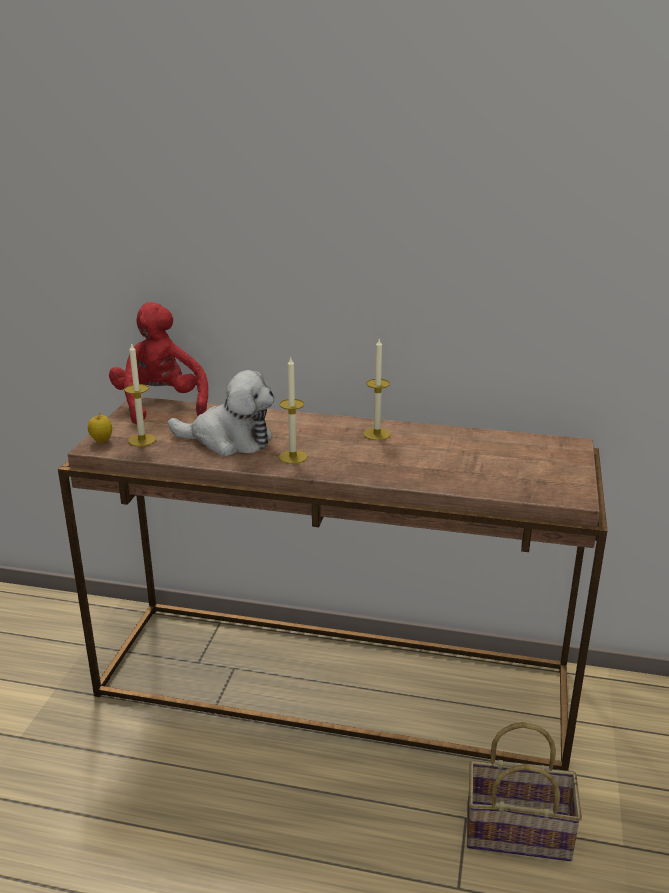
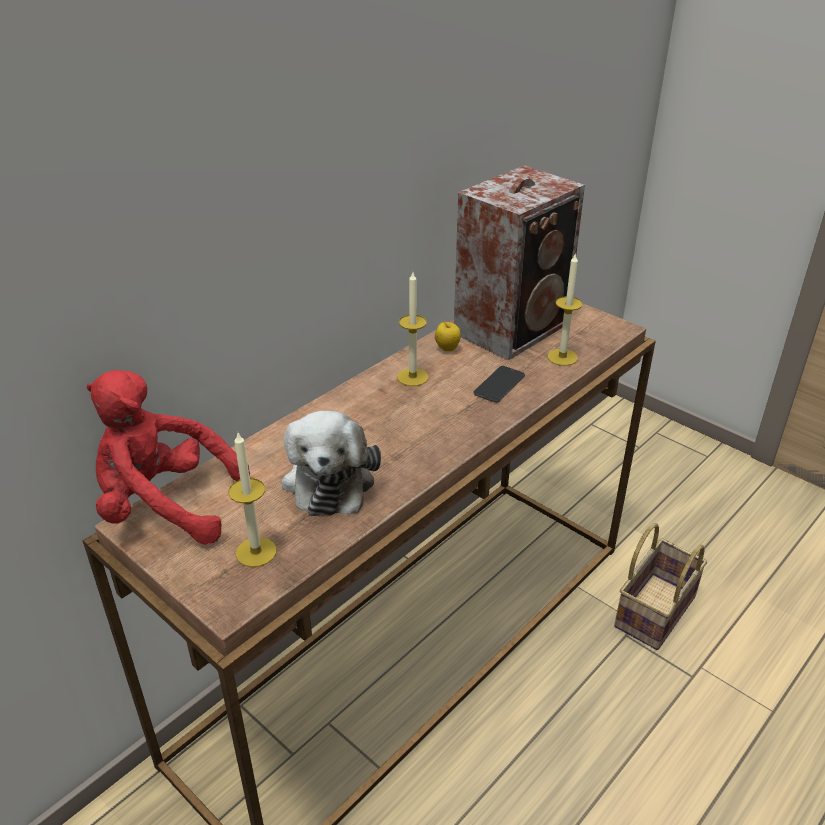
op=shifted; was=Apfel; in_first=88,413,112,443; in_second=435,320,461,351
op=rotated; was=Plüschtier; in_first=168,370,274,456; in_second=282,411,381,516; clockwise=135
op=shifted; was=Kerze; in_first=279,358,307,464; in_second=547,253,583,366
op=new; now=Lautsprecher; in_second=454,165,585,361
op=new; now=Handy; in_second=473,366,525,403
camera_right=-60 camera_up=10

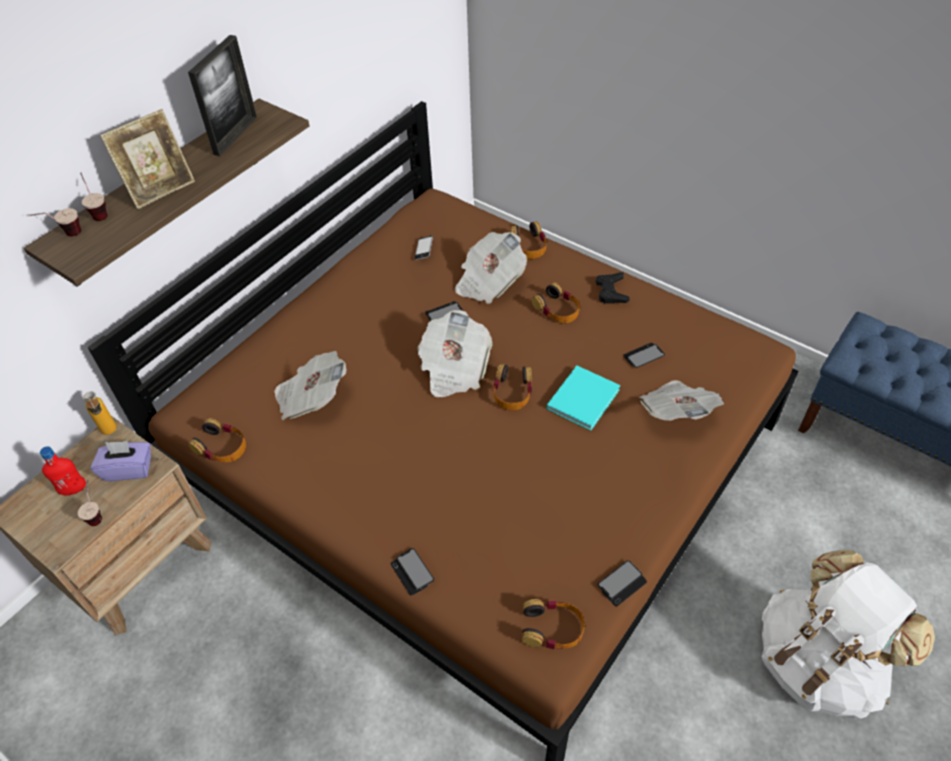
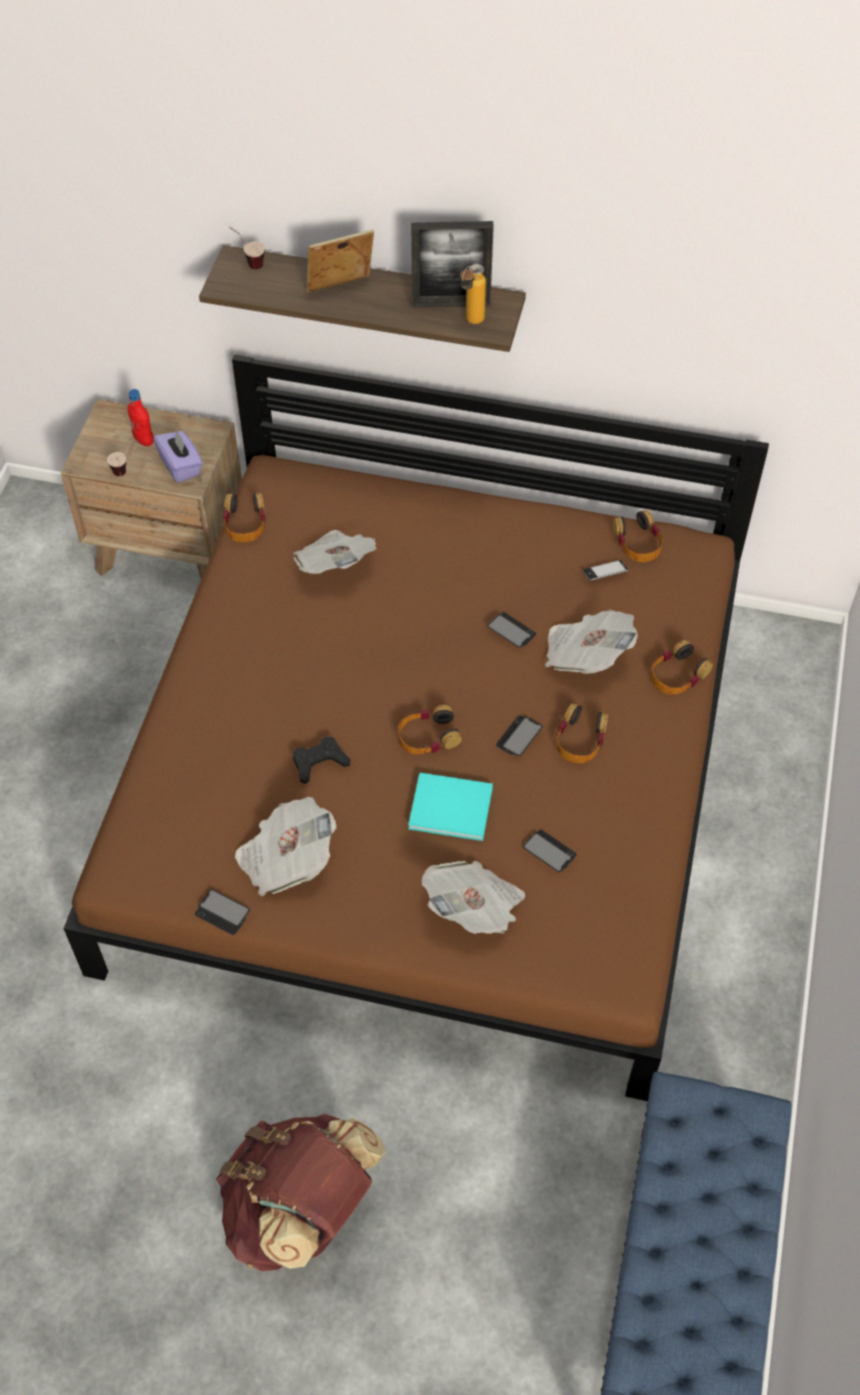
op=gone; was=Tasse; in_first=80,172,108,221
op=shifted; was=Flasche; in_first=83,392,117,435; in_second=460,264,486,324
op=rotated; was=Bilderrahmen; in_first=100,109,195,209; in_second=306,230,374,292; clockwise=135
op=shifted; was=Handy; in_first=390,548,434,595; in_second=496,716,543,756
op=shifted; was=Zeitung; in_first=417,310,493,397; in_second=235,797,337,896
op=shifted; was=Kopfhörer; in_first=522,599,585,649; in_second=613,510,663,562
op=shifted; was=Gamepad (schwarz); in_first=596,272,630,304; in_second=293,736,350,784
op=repainted; was=Rucksack (weiß); now=Rucksack (braun); in_first=761,550,935,720; in_second=216,1114,386,1271
camera_right=65 camera_up=5

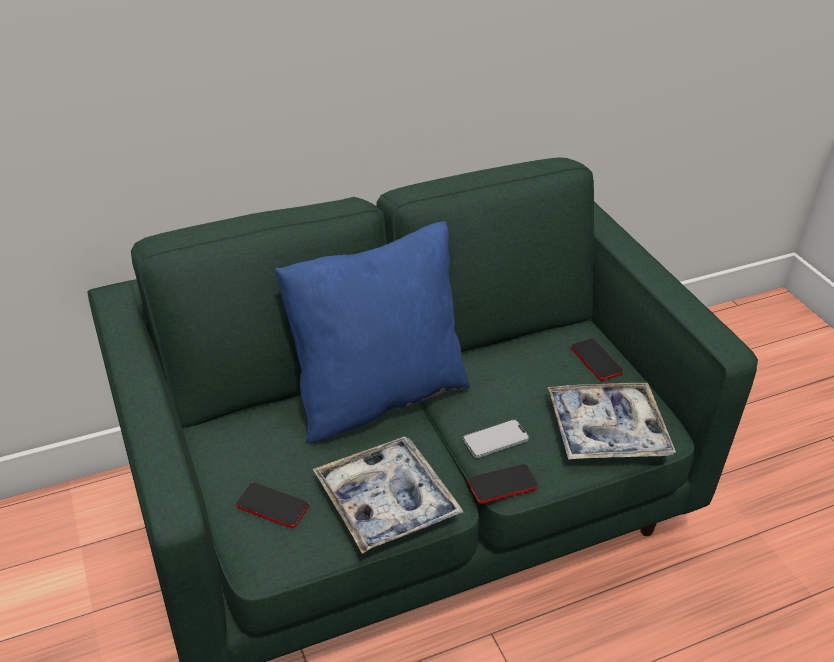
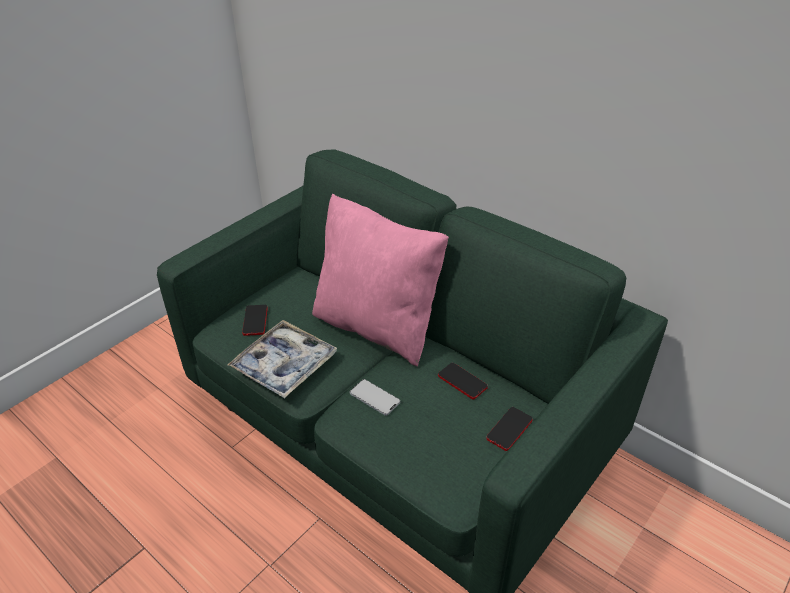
op=repainted; was=Kissen (blau); now=Kissen (rosa); in_first=275,221,470,443; in_second=312,194,449,366
op=shifted; was=Handy; in_first=468,464,538,503; in_second=438,363,488,399
op=gone; was=Tablett; in_first=547,383,676,460
camera_right=65 camera_up=0

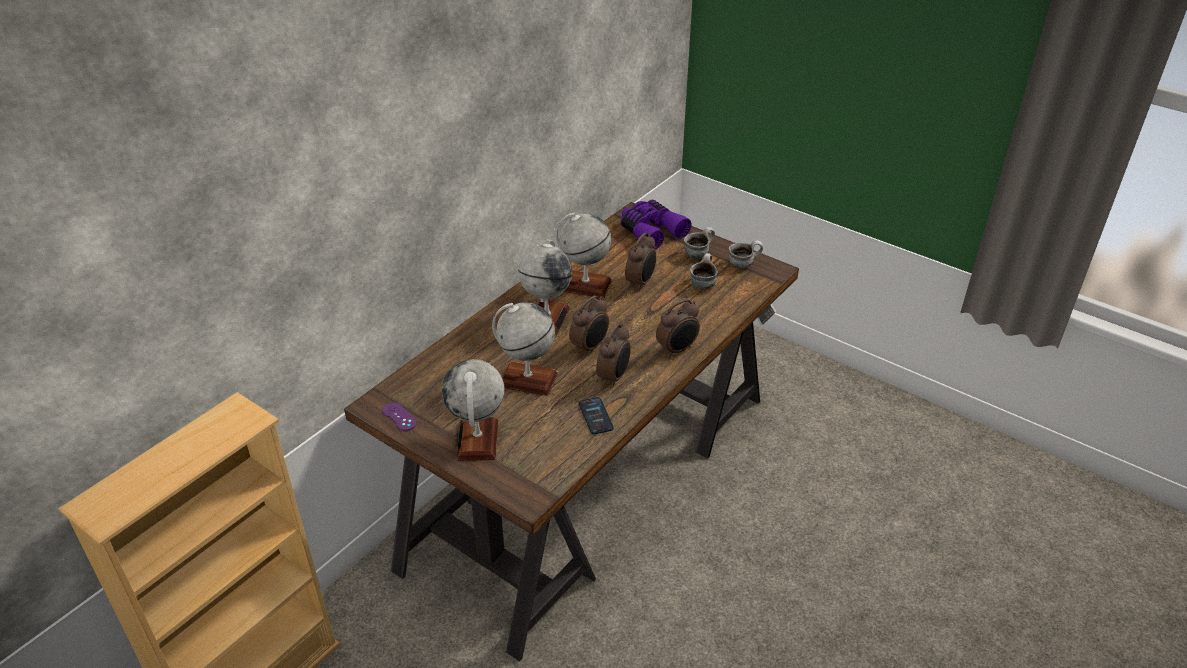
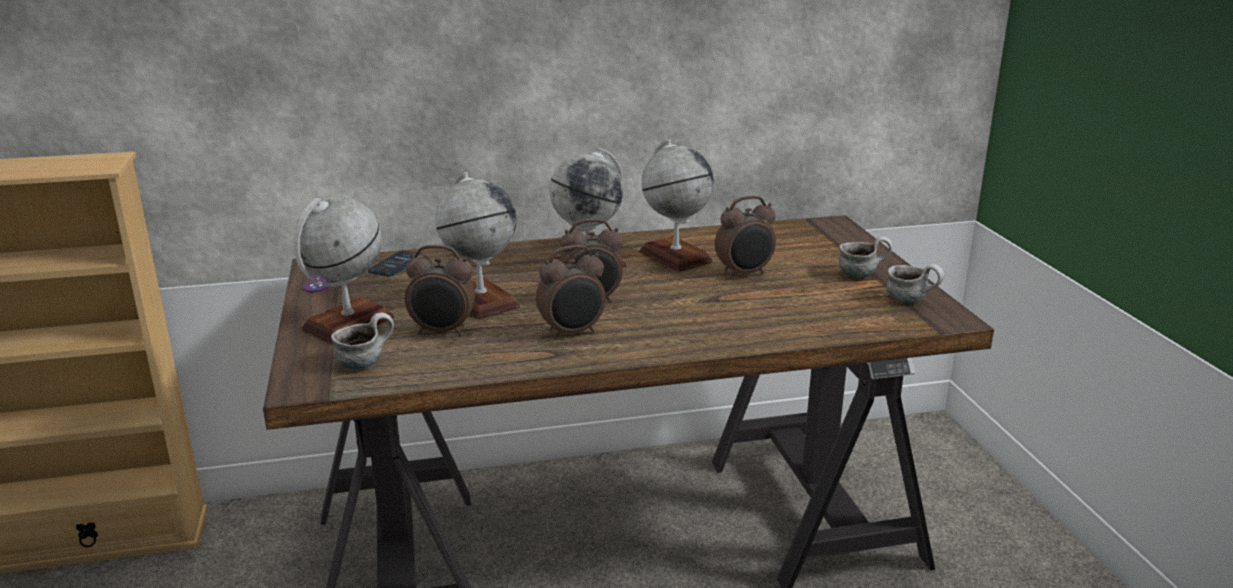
op=shifted; was=Handy; in_first=579,397,614,434; in_second=368,251,423,276
op=gone; was=Fernglas (lila); in_first=620,200,692,250
op=shifted; was=Wecker; in_first=656,299,700,358; in_second=405,245,475,336
op=shifted; was=Henkelbecher; in_first=690,253,717,289; in_second=331,313,394,369
camera_right=40 camera_up=-15

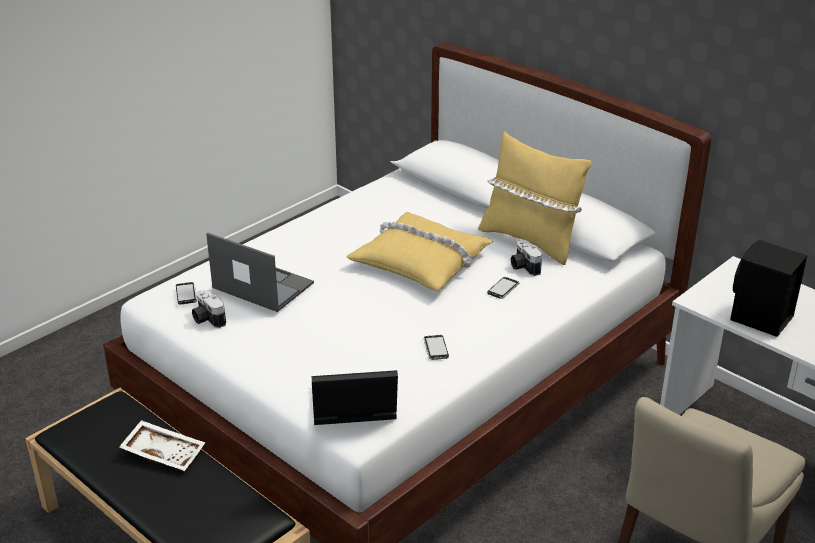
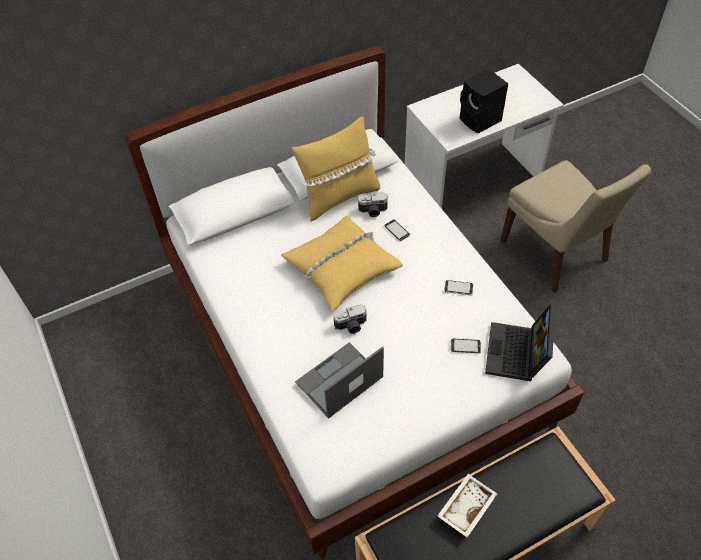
op=shifted; was=Handy; in_first=176,282,197,305; in_second=451,338,481,353
op=shifted; was=Kamera; in_first=192,290,226,328; in_second=334,304,366,334
camera_right=-70 camera_up=20

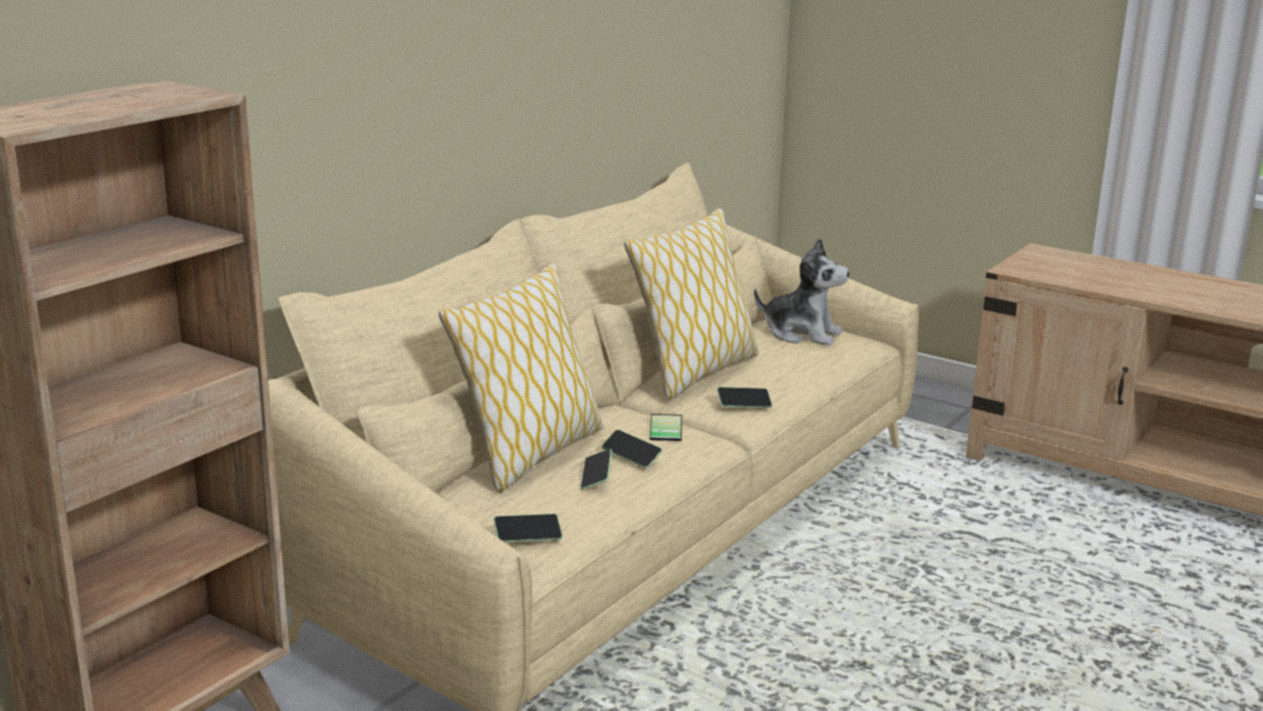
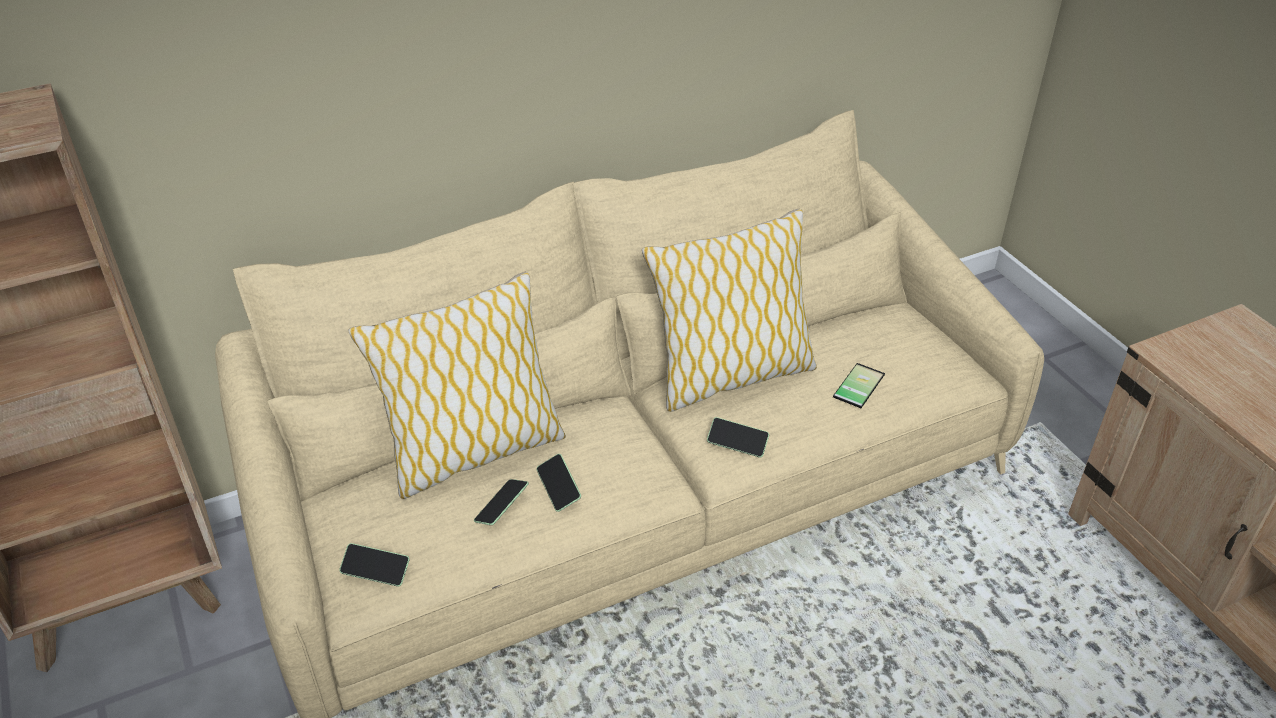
op=shifted; was=Handy; in_first=650,414,682,441; in_second=833,363,885,408
op=gone; was=Plüschtier; in_first=754,238,849,345
camera_right=30 camera_up=20

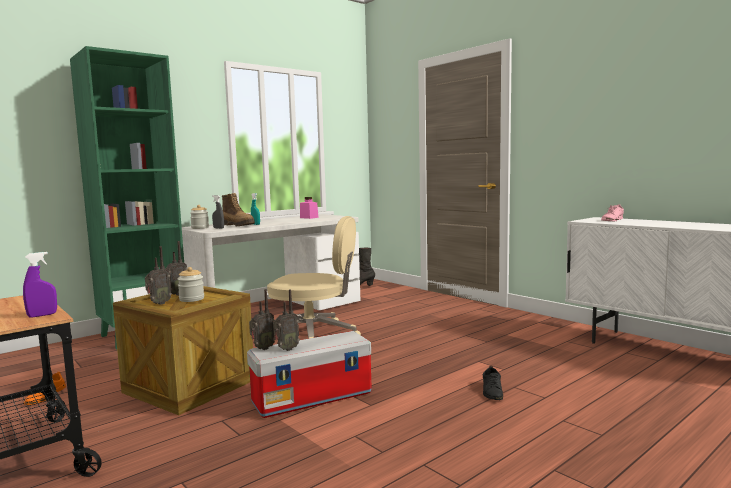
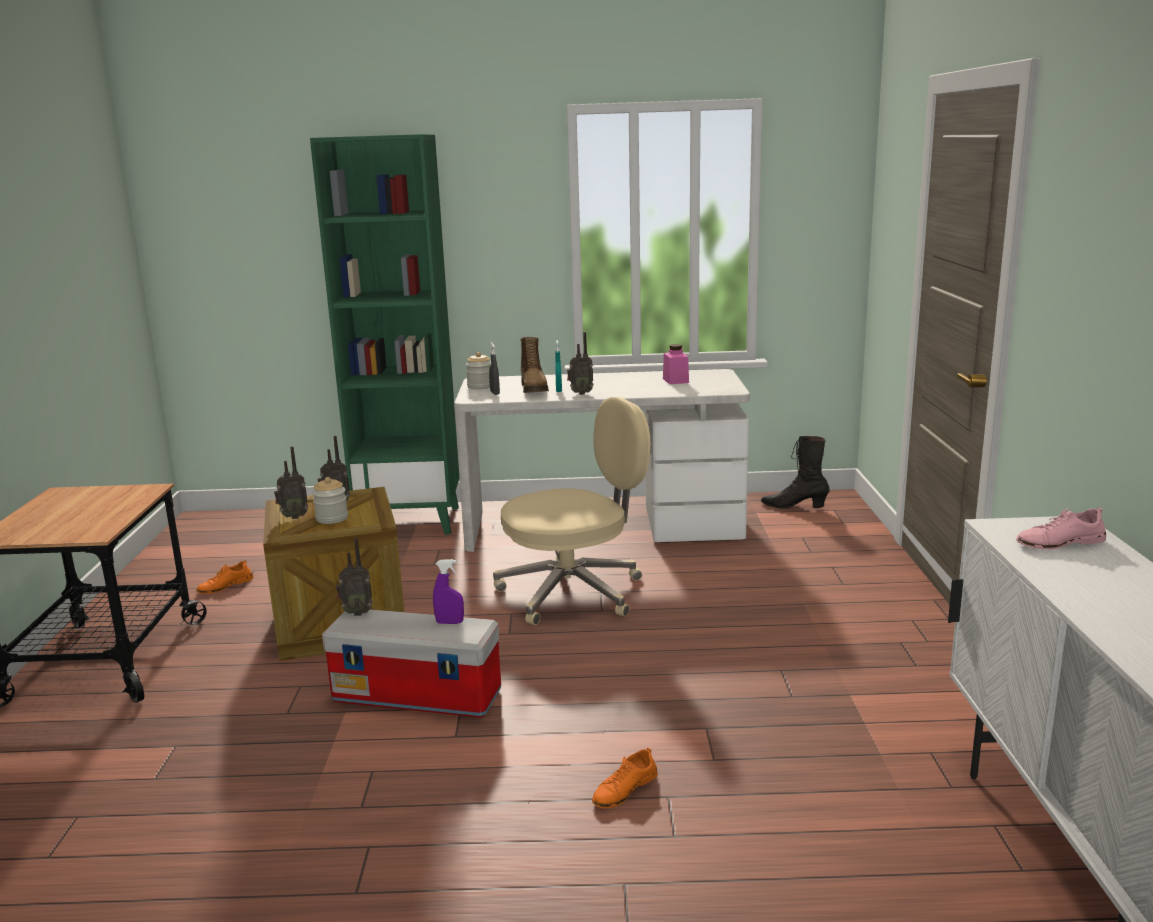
op=shifted; was=Sprühflasche (lila); in_first=23,252,57,318; in_second=433,559,464,624
op=rotated; was=Bürostuhl (beige); in_first=267,216,361,339; in_second=493,397,651,625; clockwise=-75
op=shifted; was=Radio; in_first=273,289,300,351; in_second=567,332,594,395
op=repainted; was=Schuh (schwarz); now=Schuh (orange); in_first=483,366,503,400; in_second=592,748,658,809
camera_right=40 camera_up=10

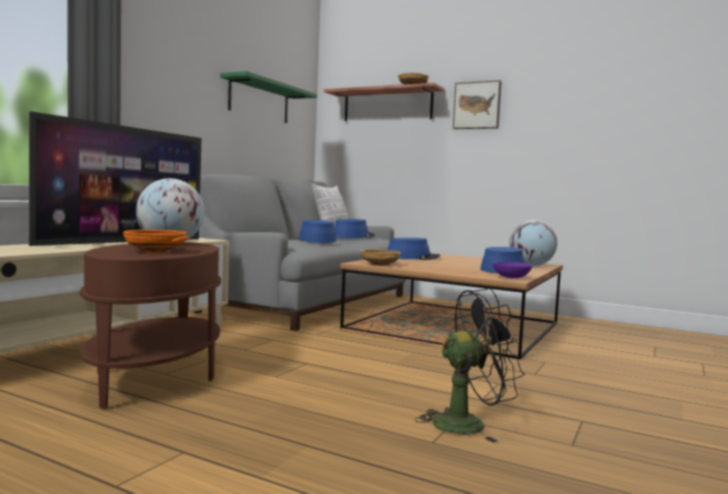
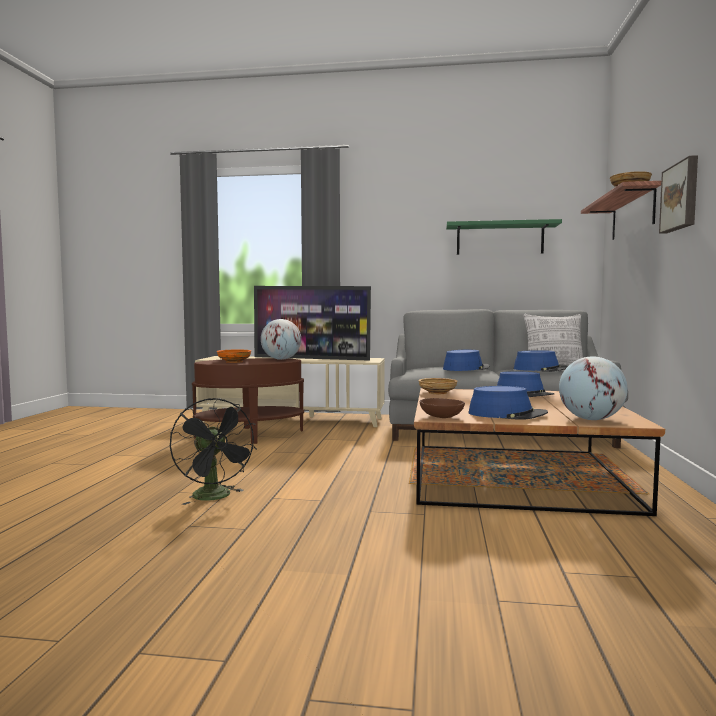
op=repainted; was=Schüssel (lila); now=Schüssel (braun); in_first=493,262,532,278; in_second=420,398,465,418
camera_right=70 camera_up=0

